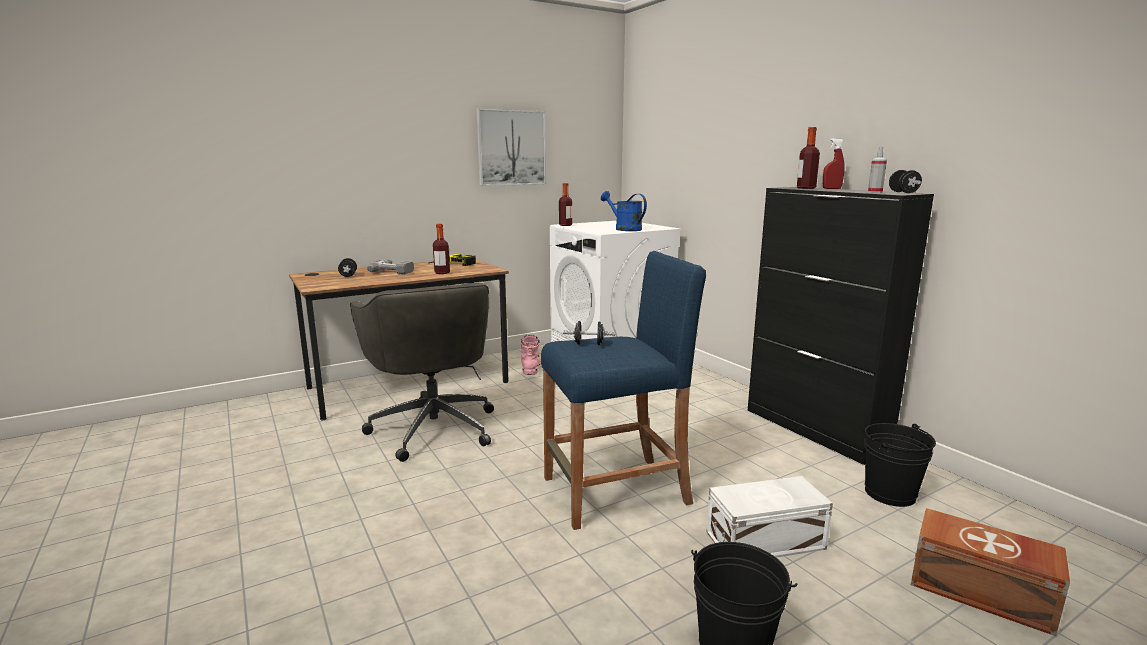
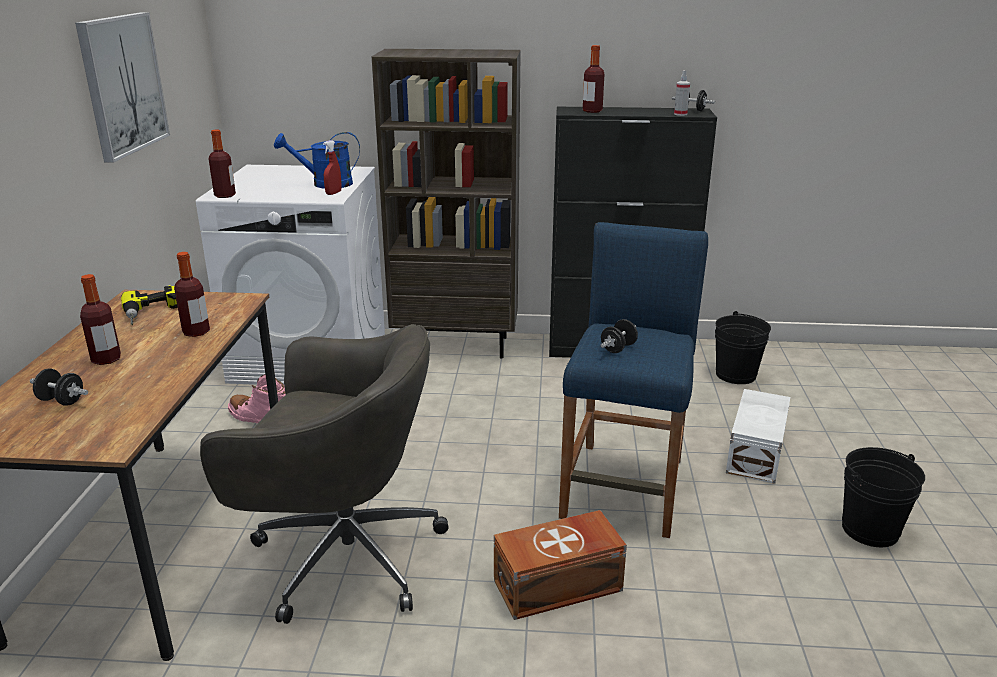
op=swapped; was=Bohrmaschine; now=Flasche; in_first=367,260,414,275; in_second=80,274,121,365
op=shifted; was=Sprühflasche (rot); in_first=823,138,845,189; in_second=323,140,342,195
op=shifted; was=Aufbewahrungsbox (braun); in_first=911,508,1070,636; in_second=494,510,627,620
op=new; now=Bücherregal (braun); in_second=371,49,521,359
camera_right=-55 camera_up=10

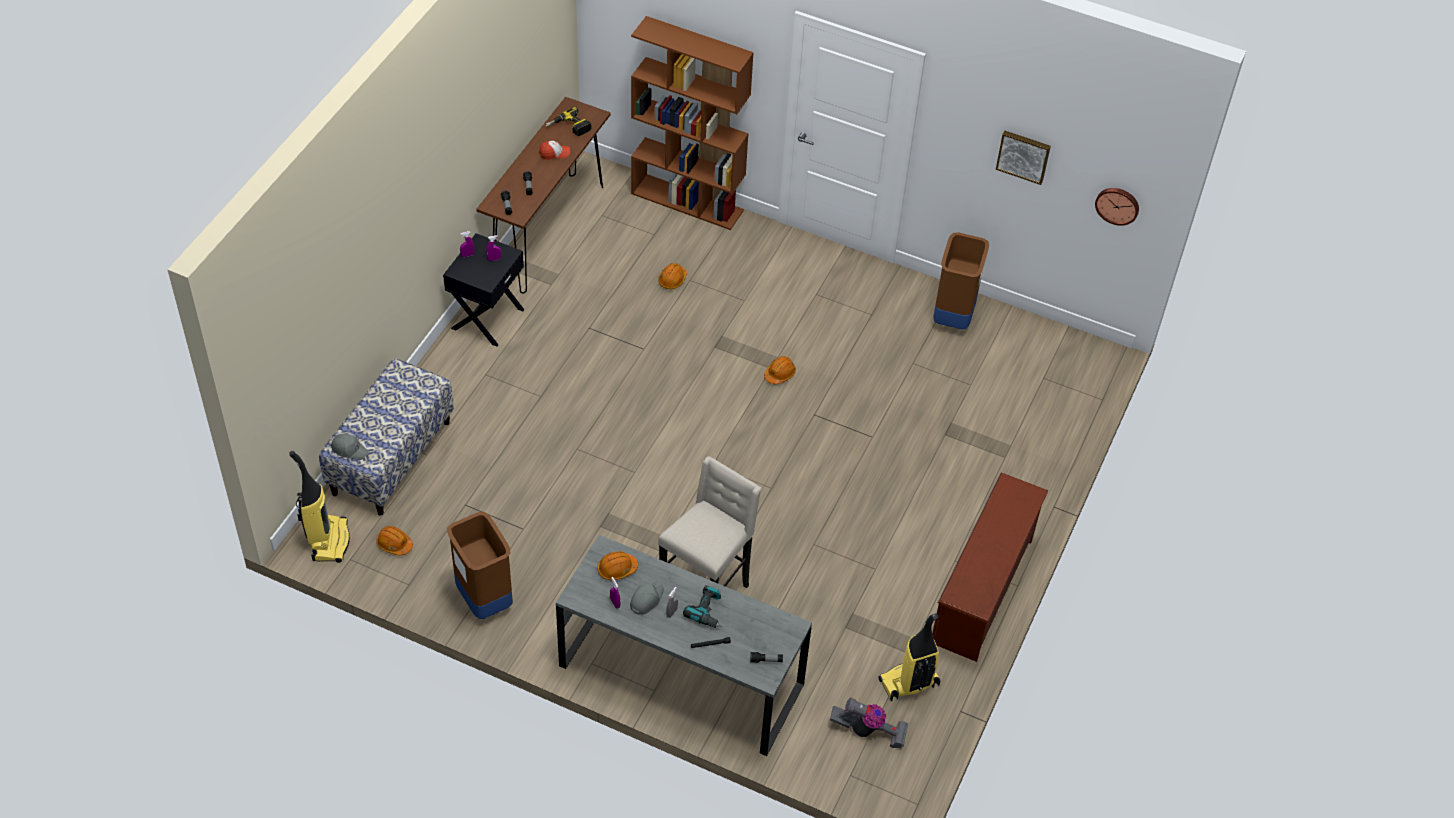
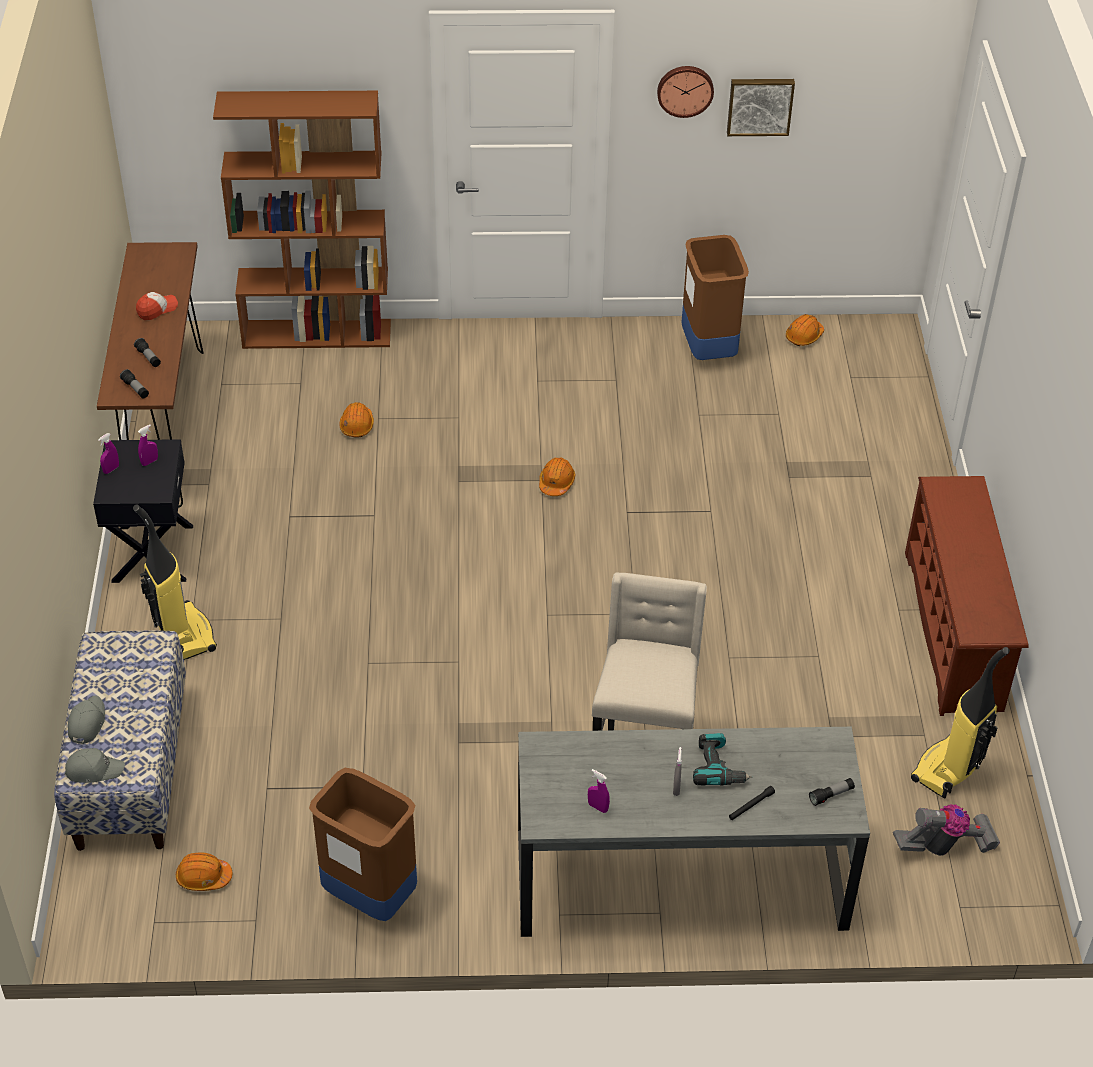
op=shifted; was=Staubsauger; in_first=289,451,350,563; in_second=133,505,217,660
op=gone; was=Bohrmaschine; in_first=545,107,591,136
op=shifted; was=Schutzhelm (orange); in_first=597,551,638,580; in_second=786,314,824,346
op=shifted; was=Kappe (grau); in_first=630,581,664,615; in_second=68,696,105,744
op=shifted; was=Wanduhr; in_first=1095,188,1139,226; in_second=657,66,714,118
camera_right=-25 camera_up=-5

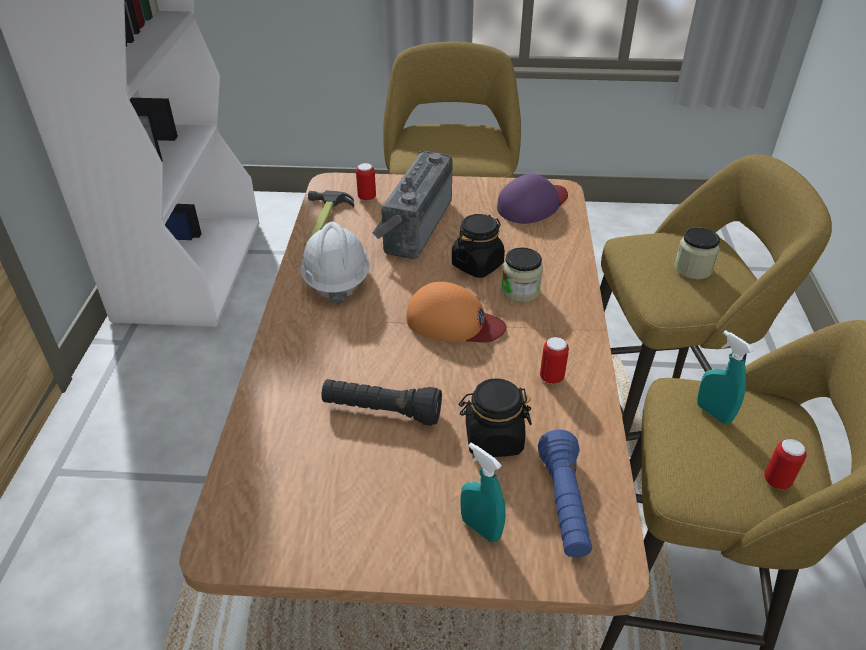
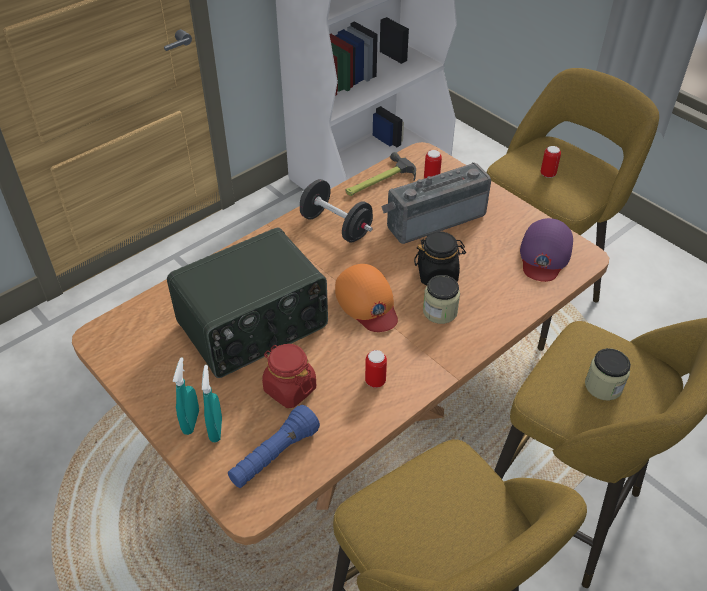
op=swapped; was=Schutzhelm (weiß); now=Hantel (schwarz); in_first=300,222,370,305; in_second=300,179,373,243
op=swapped; was=Taschenlampe (schwarz); now=Radio; in_first=321,379,442,426; in_second=167,228,328,378
op=repainted; was=Vorratsglas (schwarz); now=Vorratsglas (rot); in_first=459,378,532,457; in_second=262,344,316,408
op=rotated; was=Kappe (lila); in_first=497,174,568,224; in_second=520,218,573,282; clockwise=105
op=shifted; was=Sprühflasche (türkis); in_first=697,330,753,424; in_second=173,357,199,435
op=shifted; was=Dose; in_first=764,439,807,490; in_second=541,146,561,178
camera_right=45 camera_up=5

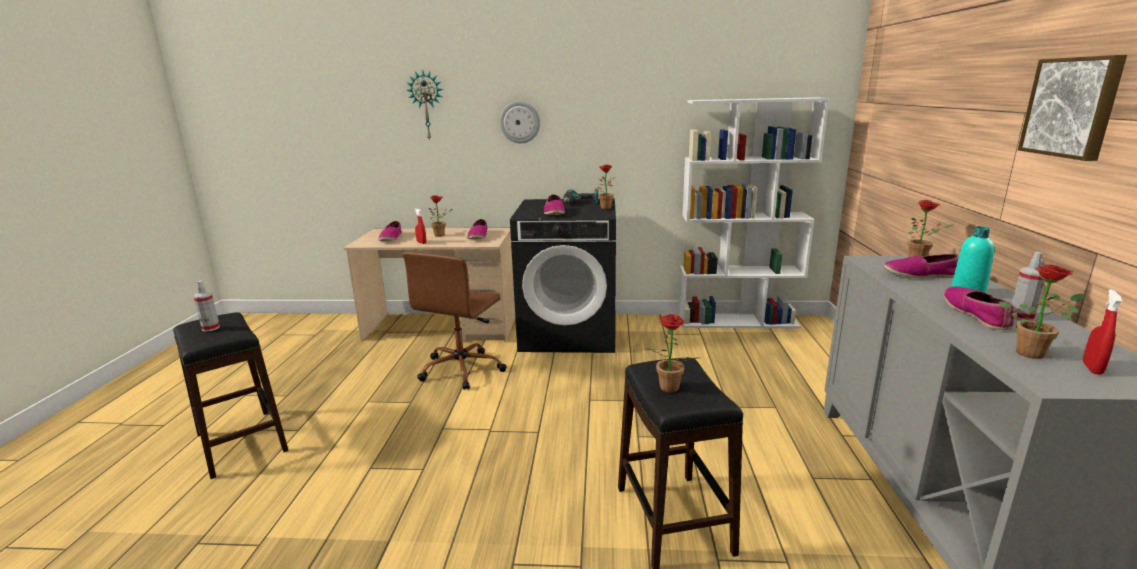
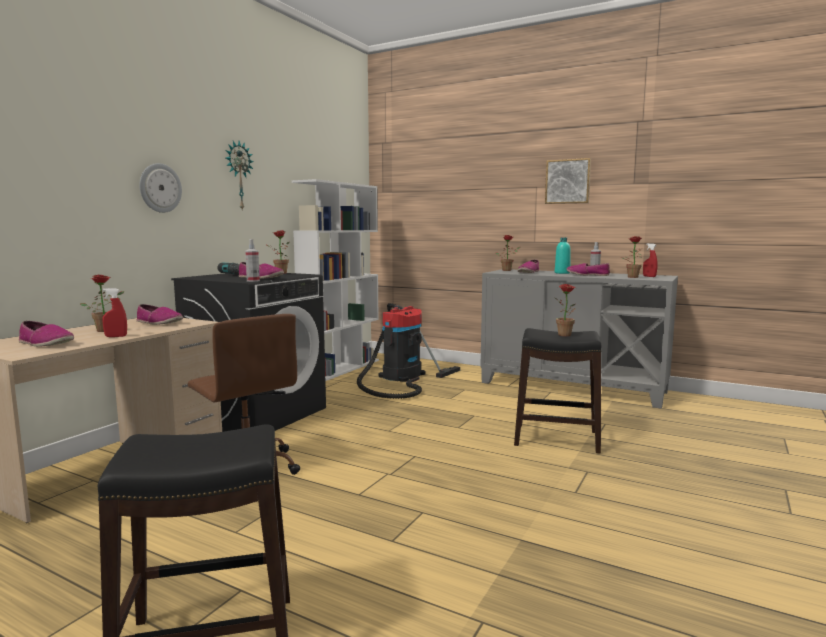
op=shifted; was=Sprühflasche; in_first=193,281,220,332; in_second=245,239,260,282
op=shifted; was=Wanduhr; in_first=406,70,443,141; in_second=226,141,254,210
op=new; now=Staubsauger; in_second=357,303,460,399
camera_right=-65 camera_up=-10

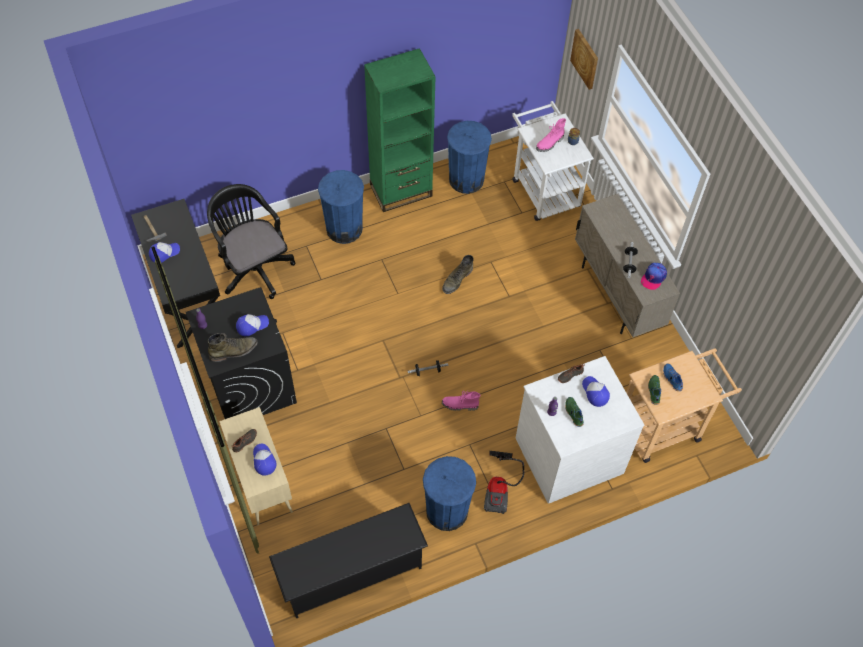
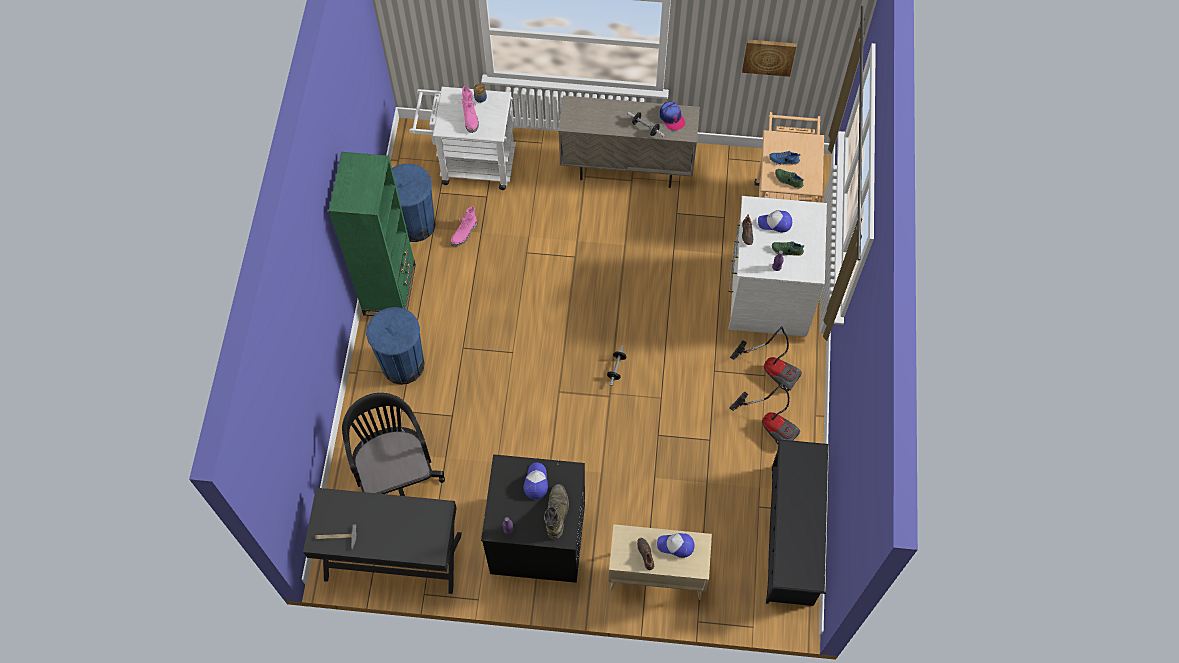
op=gone; was=Kappe; in_first=149,242,180,263
op=rotated; was=Bürostuhl (schwarz); in_first=207,184,295,299; in_second=342,393,445,496; clockwise=75
op=swapped; was=Mülleimer (blau); now=Staubsauger; in_first=423,456,476,531; in_second=729,383,800,444
op=gone; was=Stiefel (grün); in_first=442,255,473,294
op=shifted; was=Stiefel (rosa); in_first=442,390,480,411; in_second=451,206,477,247
op=shifted; was=Bild; in_first=570,29,598,90; in_second=742,39,797,77
camera_right=-60 camera_up=5

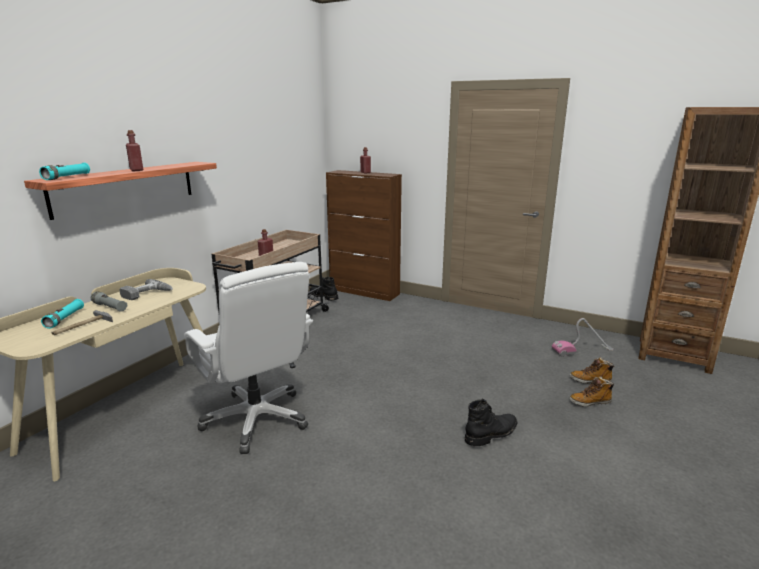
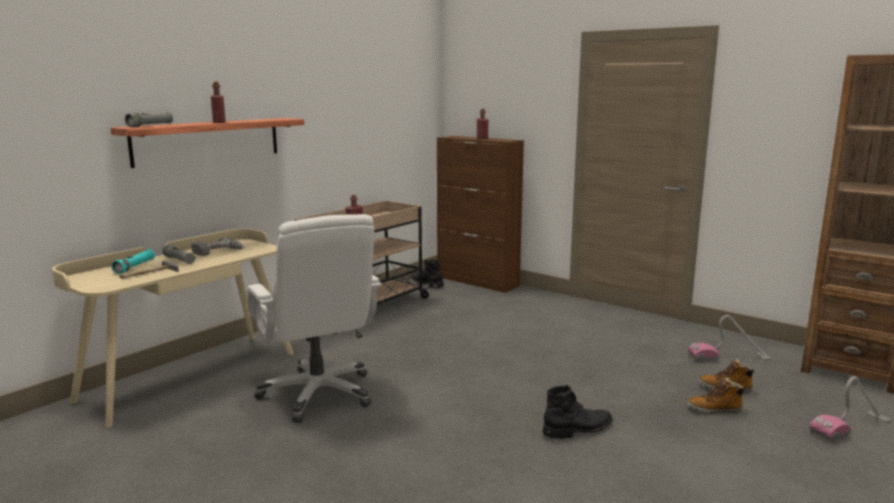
op=repainted; was=Taschenlampe (türkis); now=Taschenlampe (grau); in_first=39,163,90,180; in_second=125,112,173,127
op=new; now=Staubsauger; in_second=810,376,891,442
camera_right=10 camera_up=-5

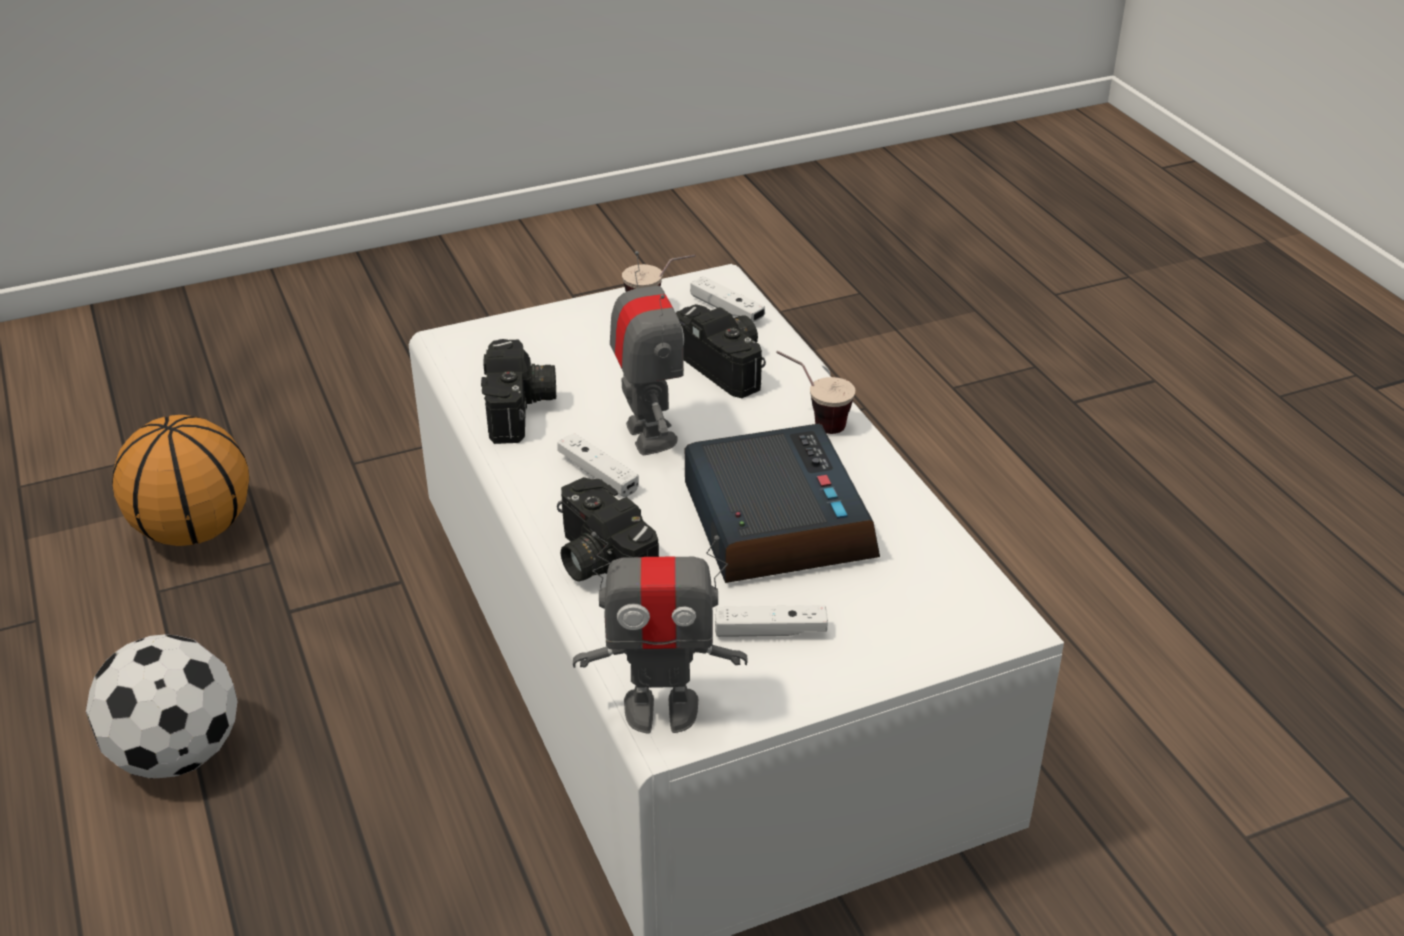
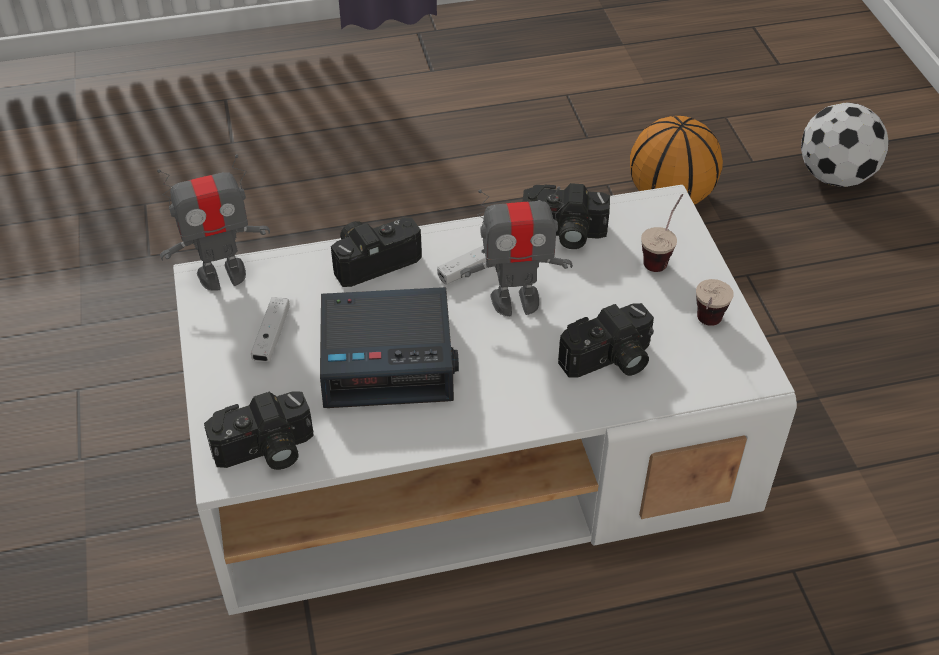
op=shifted; was=Fußball; in_first=86,634,238,778; in_second=801,102,889,187
op=rotated; was=Spielzeugroboter; in_first=573,532,748,734; in_second=157,155,270,291; clockwise=-120
op=gone; was=Gamepad (weiß); in_first=690,276,765,322
op=shifted; was=Tasse; in_first=776,351,855,434; in_second=641,194,683,272
op=new; now=Kamera; in_second=204,391,314,470
camera_right=100 camera_up=10

